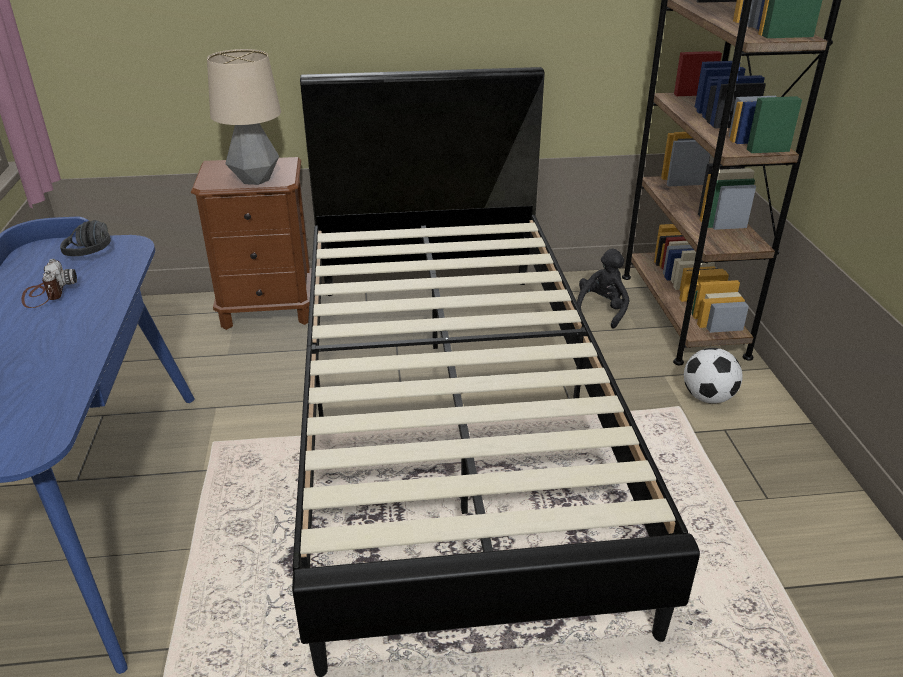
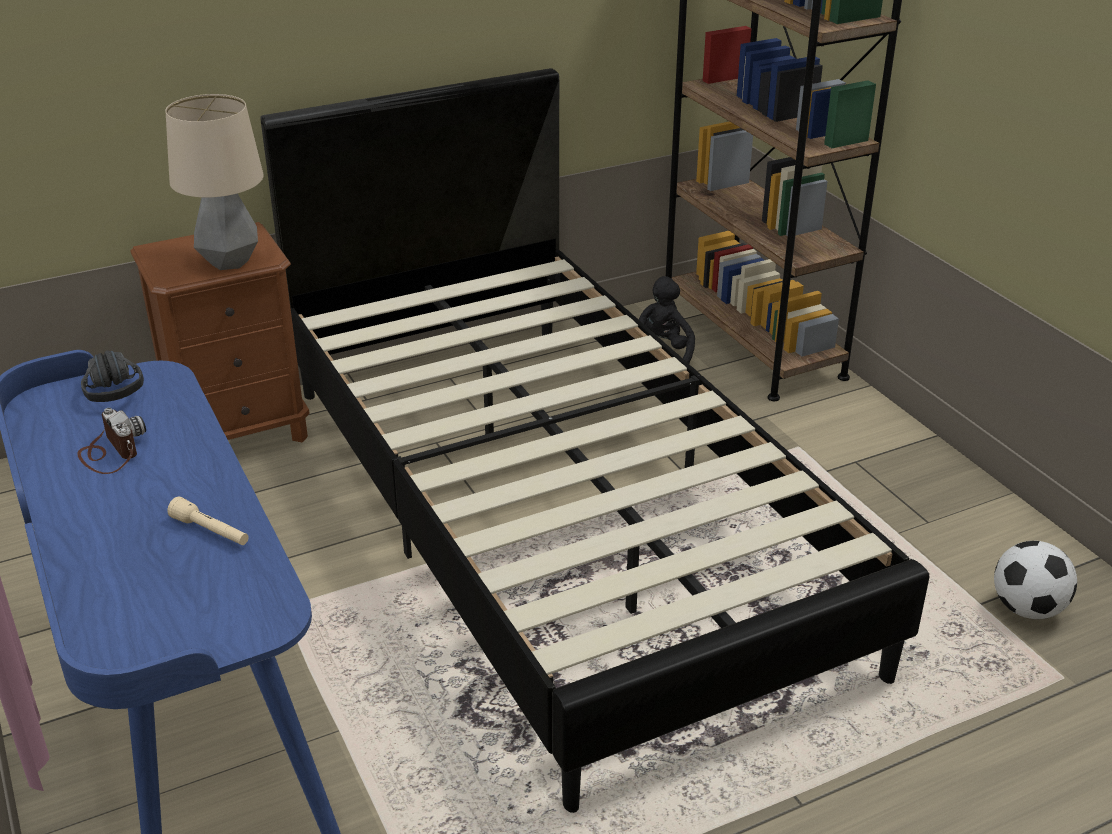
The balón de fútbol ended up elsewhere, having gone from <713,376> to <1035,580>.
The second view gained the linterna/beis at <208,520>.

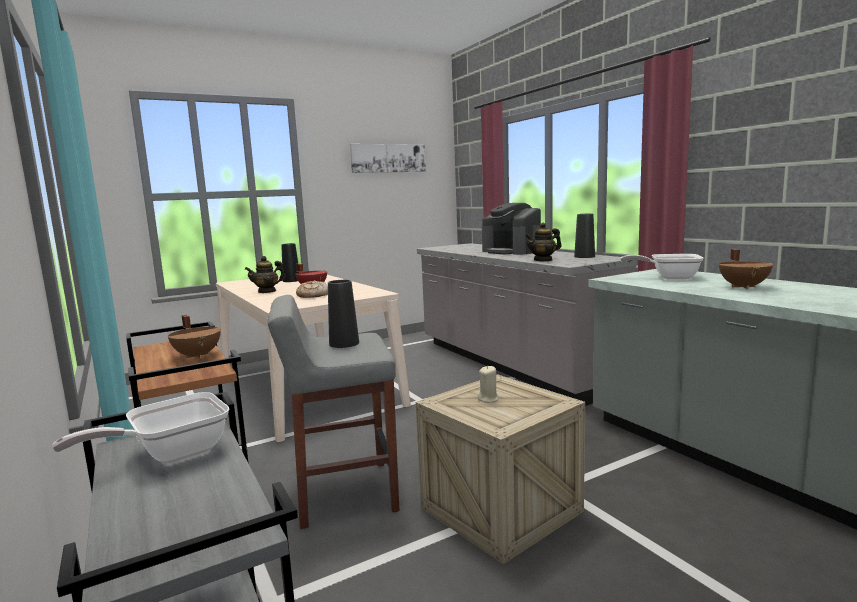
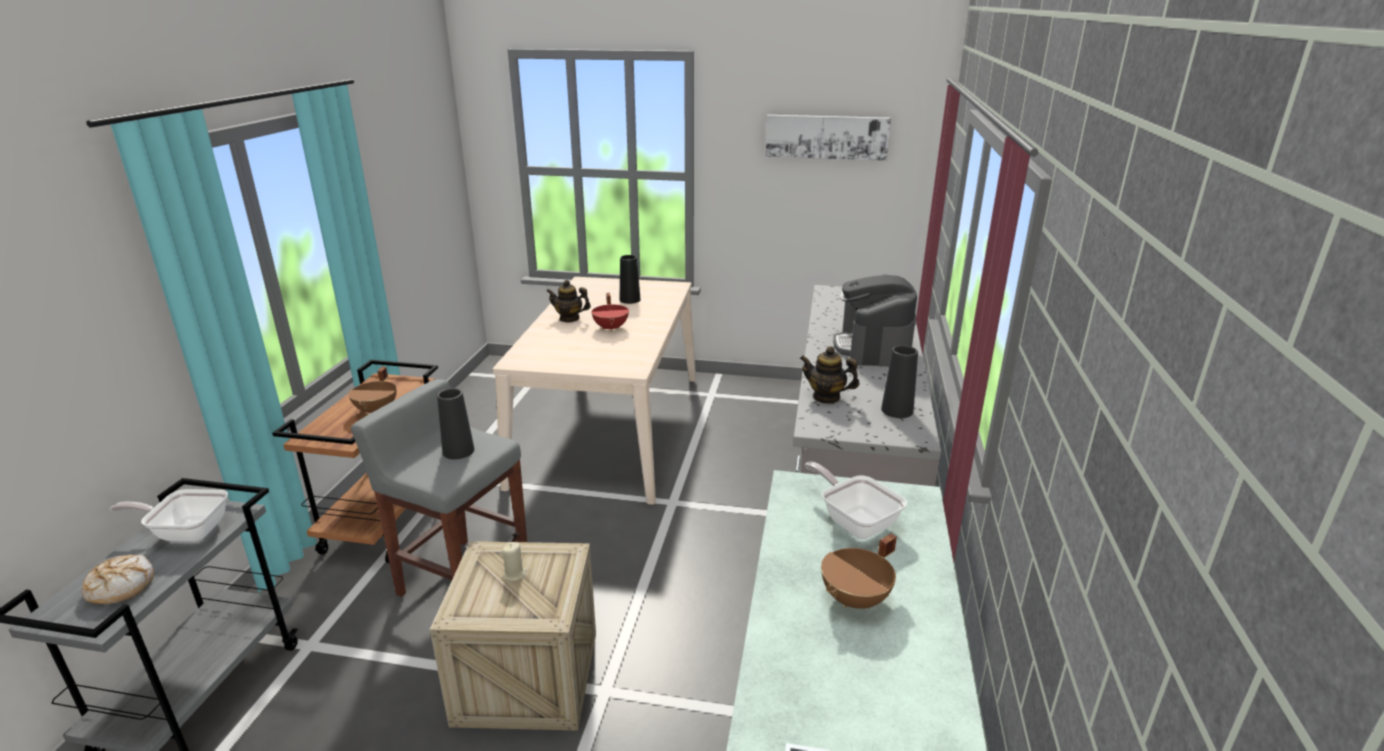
The pan ended up elsewhere, having gone from <312,289> to <118,579>.

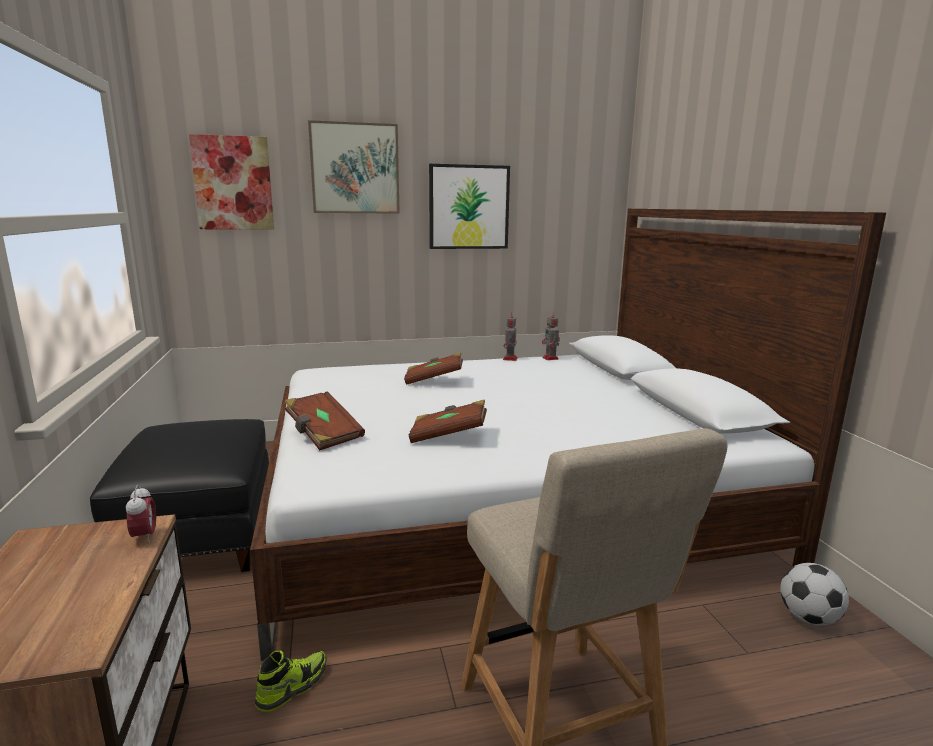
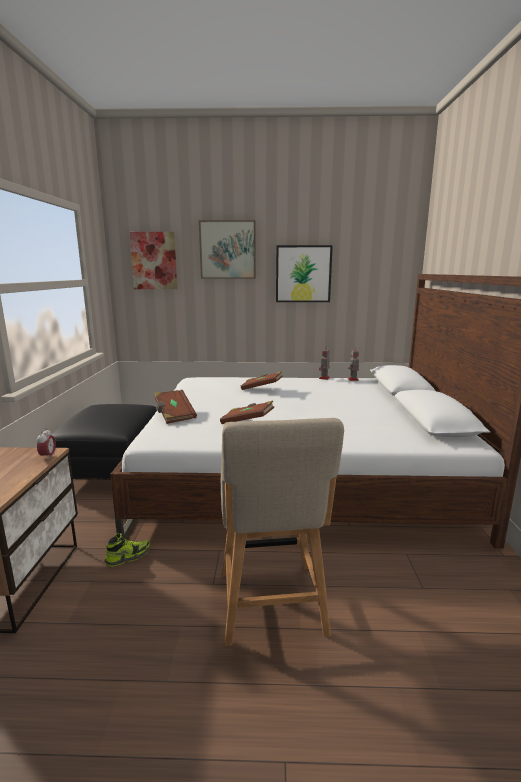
The second view lost the balón de fútbol at <814,594>.

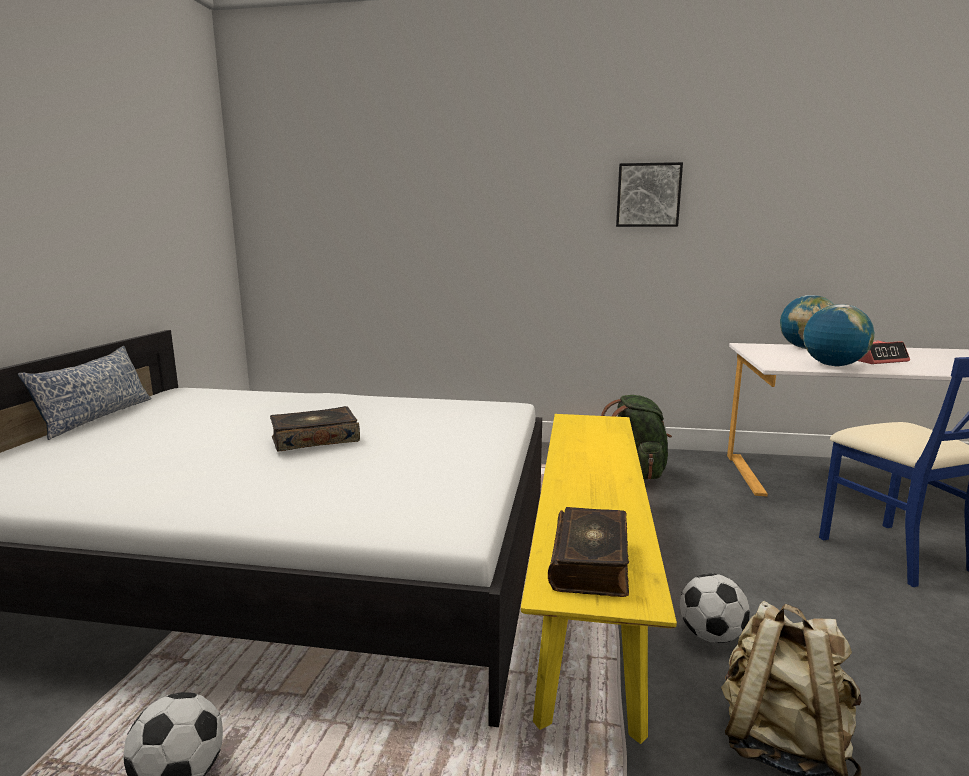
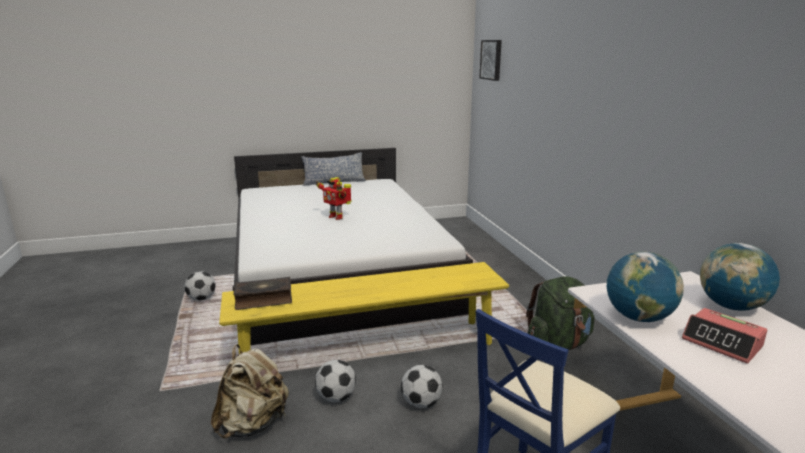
Where the libro stood at <315,428>, the robot de juguete came to stand at <333,198>.
The cuadro ended up elsewhere, having gone from <649,194> to <490,60>.
The second view gained the balón de fútbol at <421,386>.

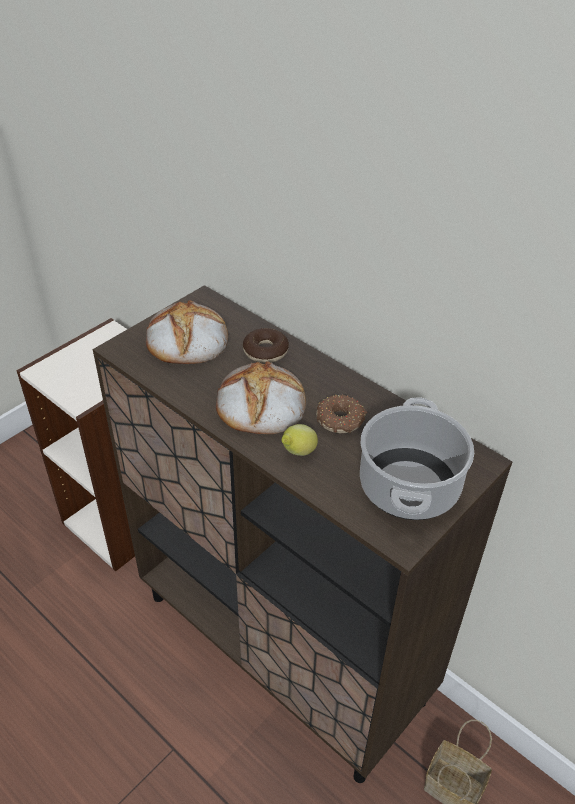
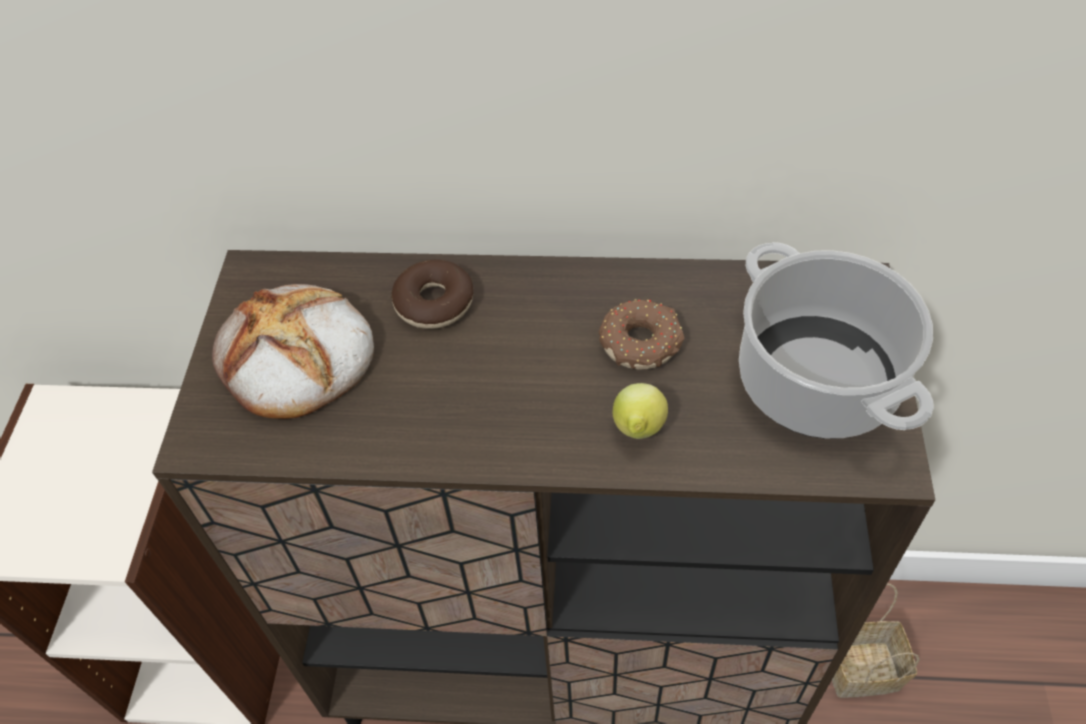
The second view lost the pan at <261,397>.

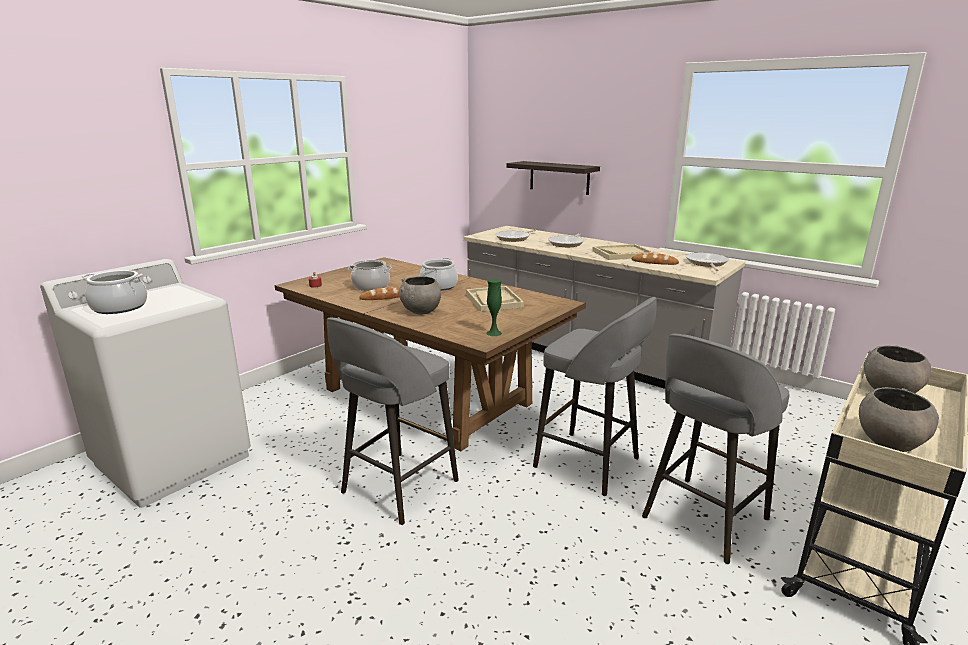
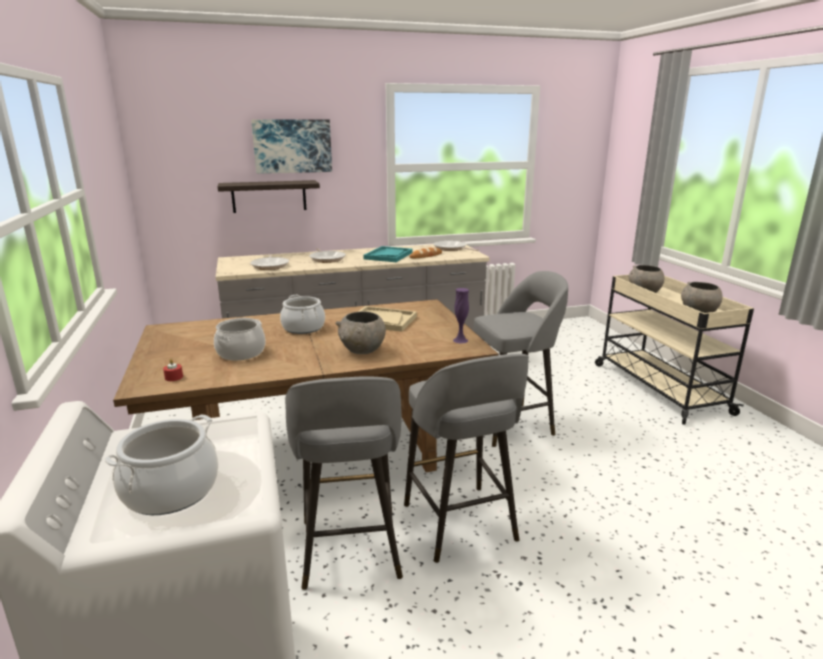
The second view lost the pan at <379,293>.
What was the florero/verde at <494,307> turned into the florero/morado at <461,315>.
What was the bandeja/beis at <623,252> turned into the bandeja/turquesa at <387,254>.
The taburete/gris ended up elsewhere, having gone from <715,449> to <344,483>.
The second view gained the cuadro at <291,146>.

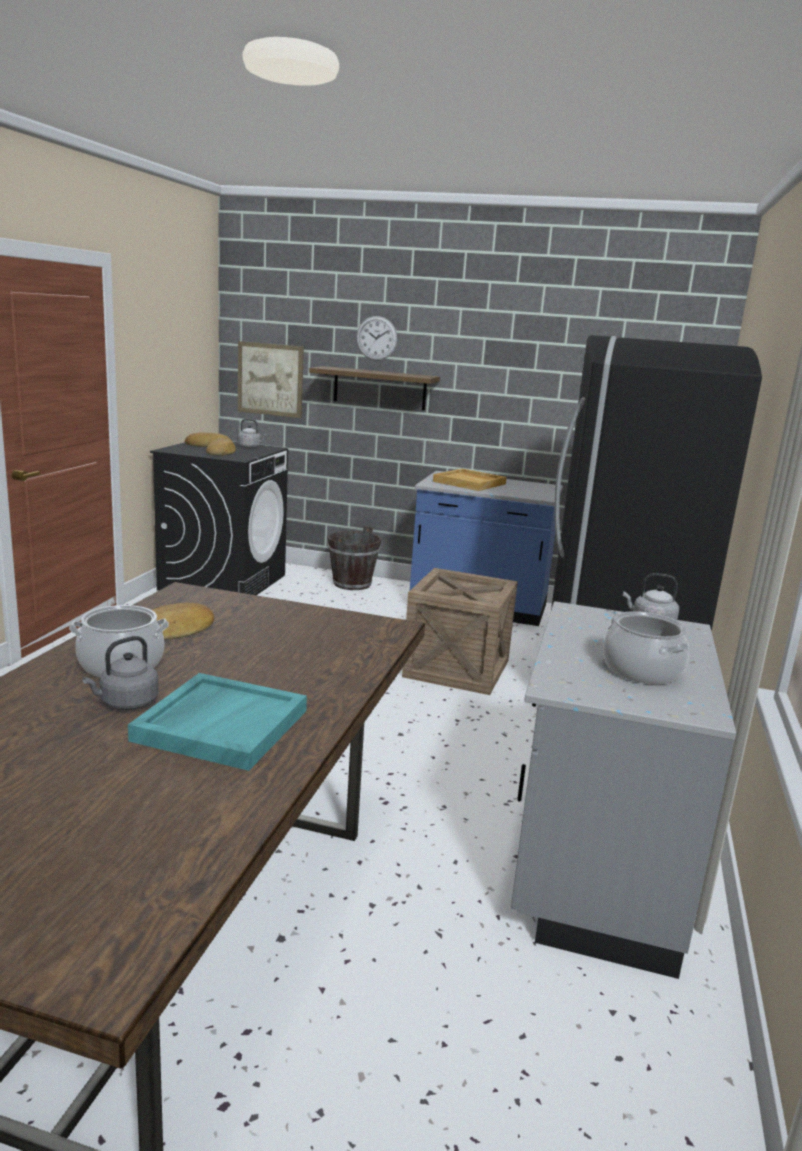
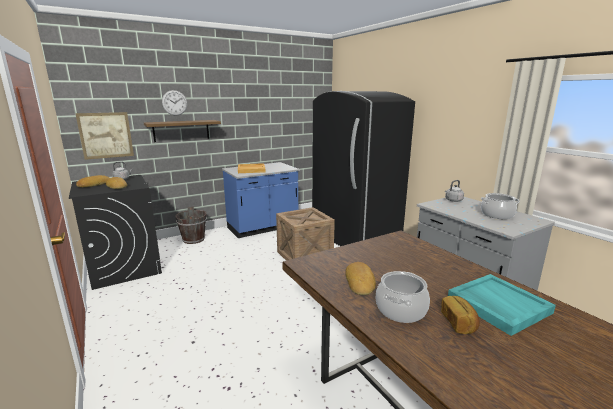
Where the hervidor/gris stood at <120,673>, the pan came to stand at <460,315>.

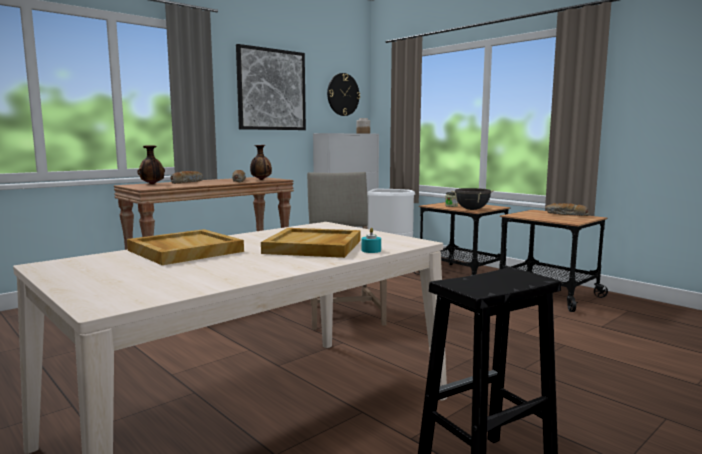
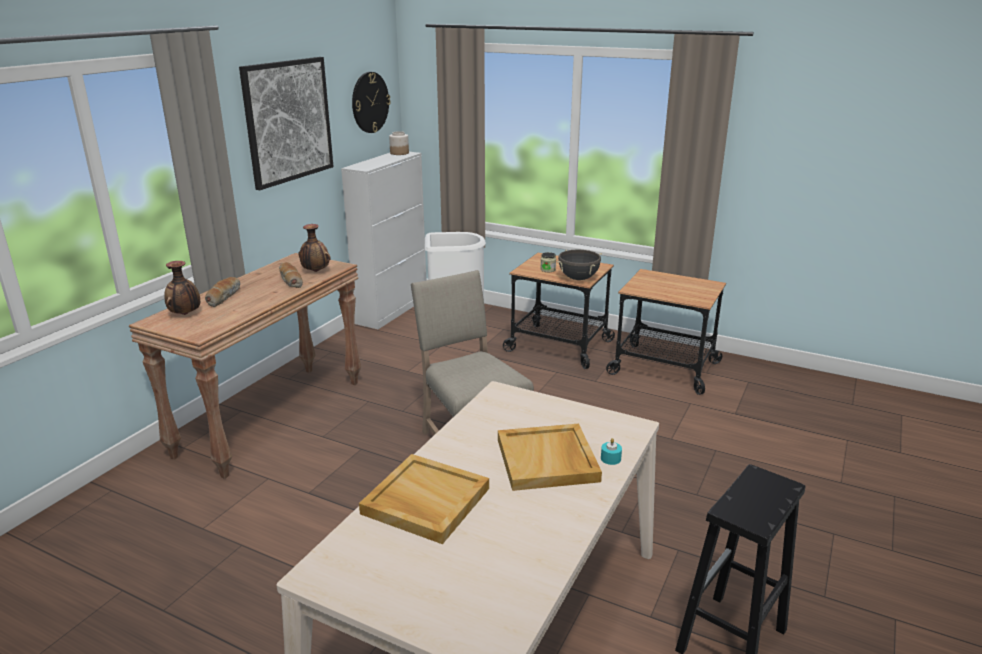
The second view lost the pan at <567,209>.

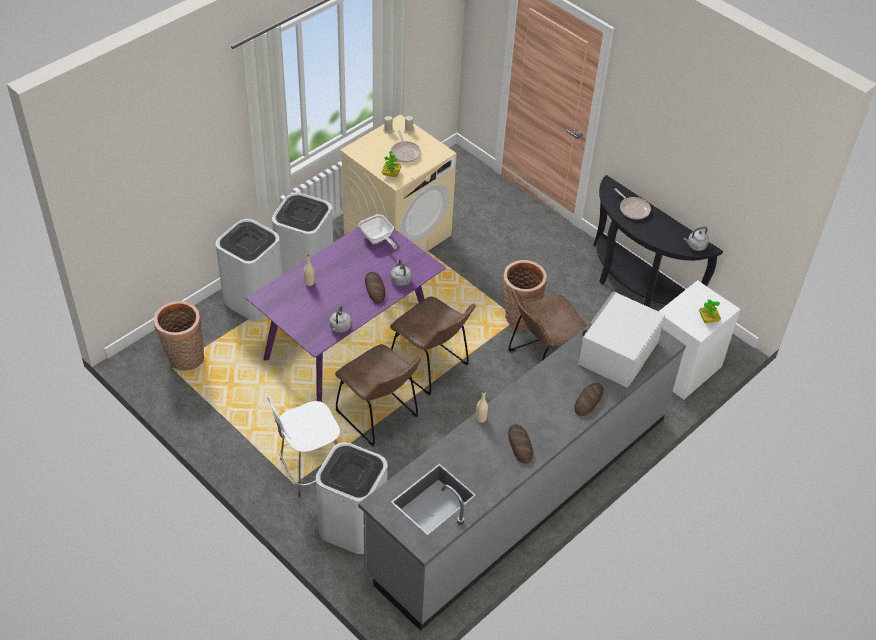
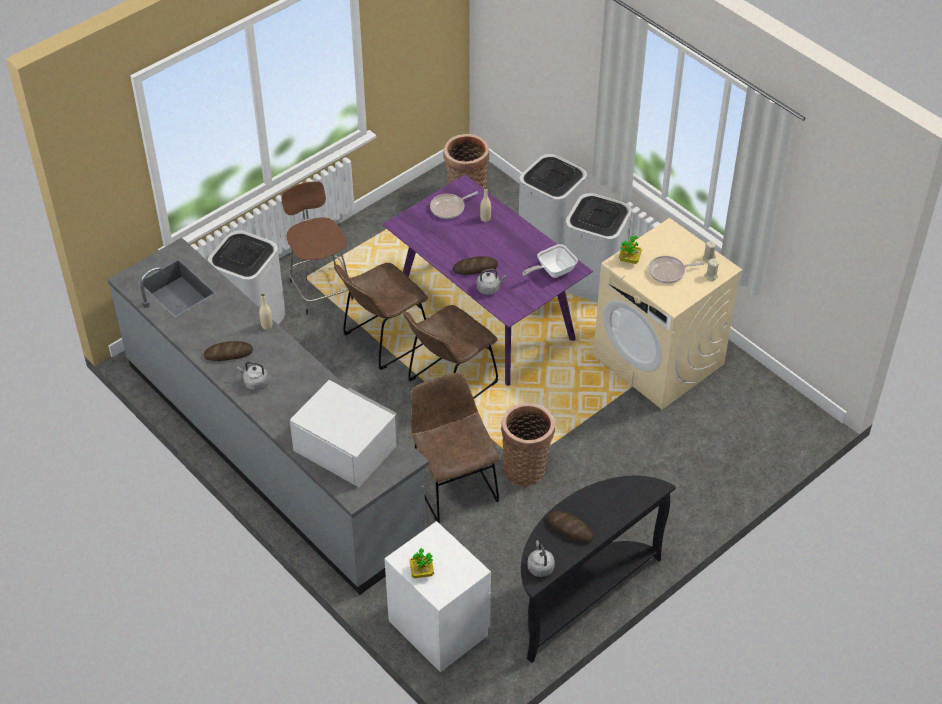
What was the taburete/blanco at <303,446> turned into the taburete/marrón at <317,247>.
The hervidor/gris ended up elsewhere, having gone from <340,319> to <253,376>.
The pan ended up elsewhere, having gone from <589,399> to <570,527>.
The sartén ended up elsewhere, having gone from <632,204> to <454,205>.

